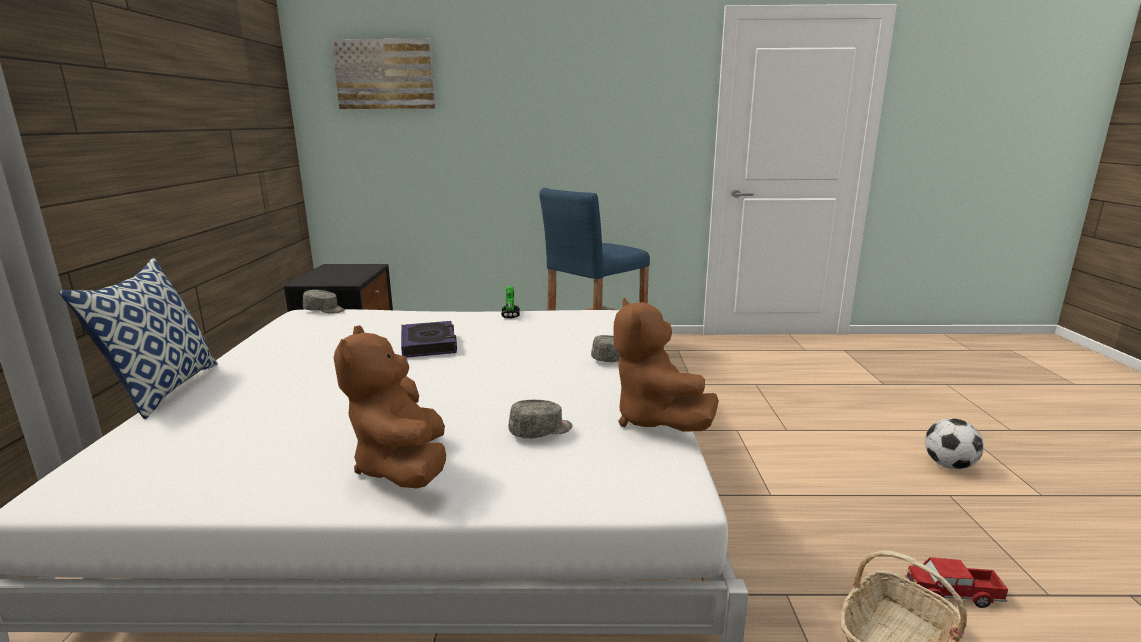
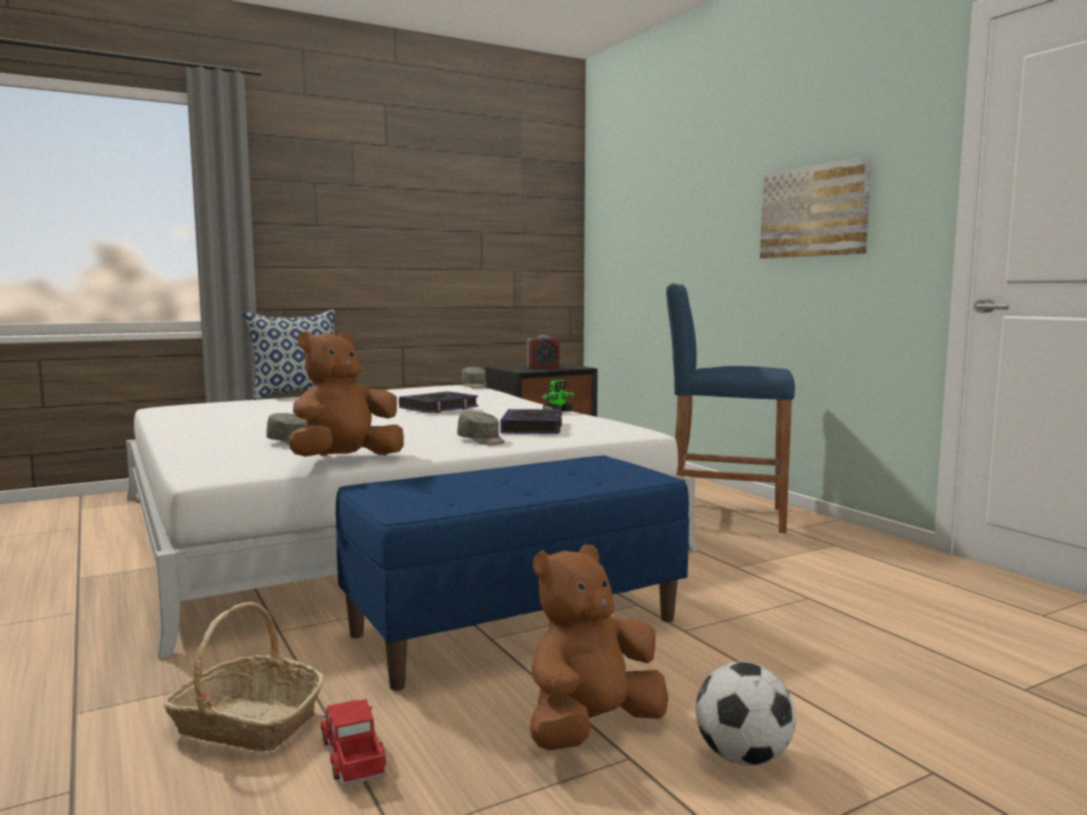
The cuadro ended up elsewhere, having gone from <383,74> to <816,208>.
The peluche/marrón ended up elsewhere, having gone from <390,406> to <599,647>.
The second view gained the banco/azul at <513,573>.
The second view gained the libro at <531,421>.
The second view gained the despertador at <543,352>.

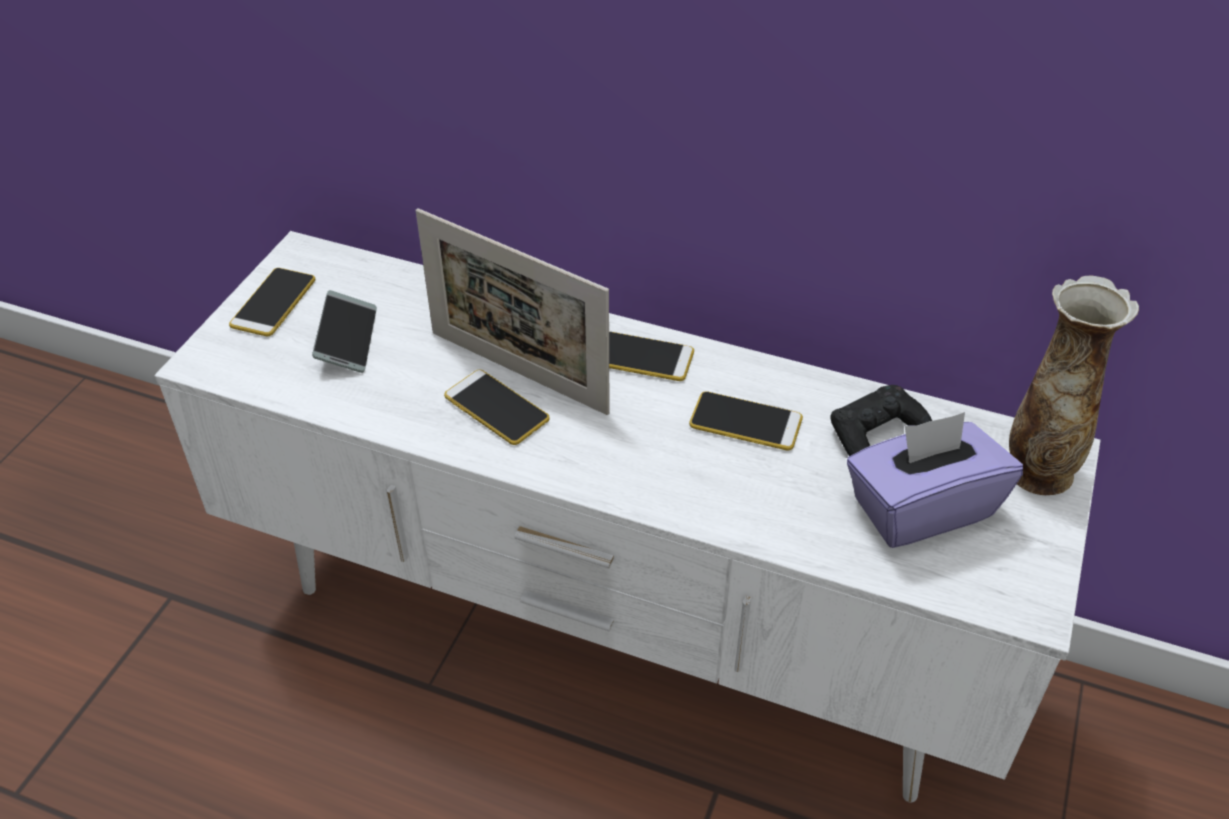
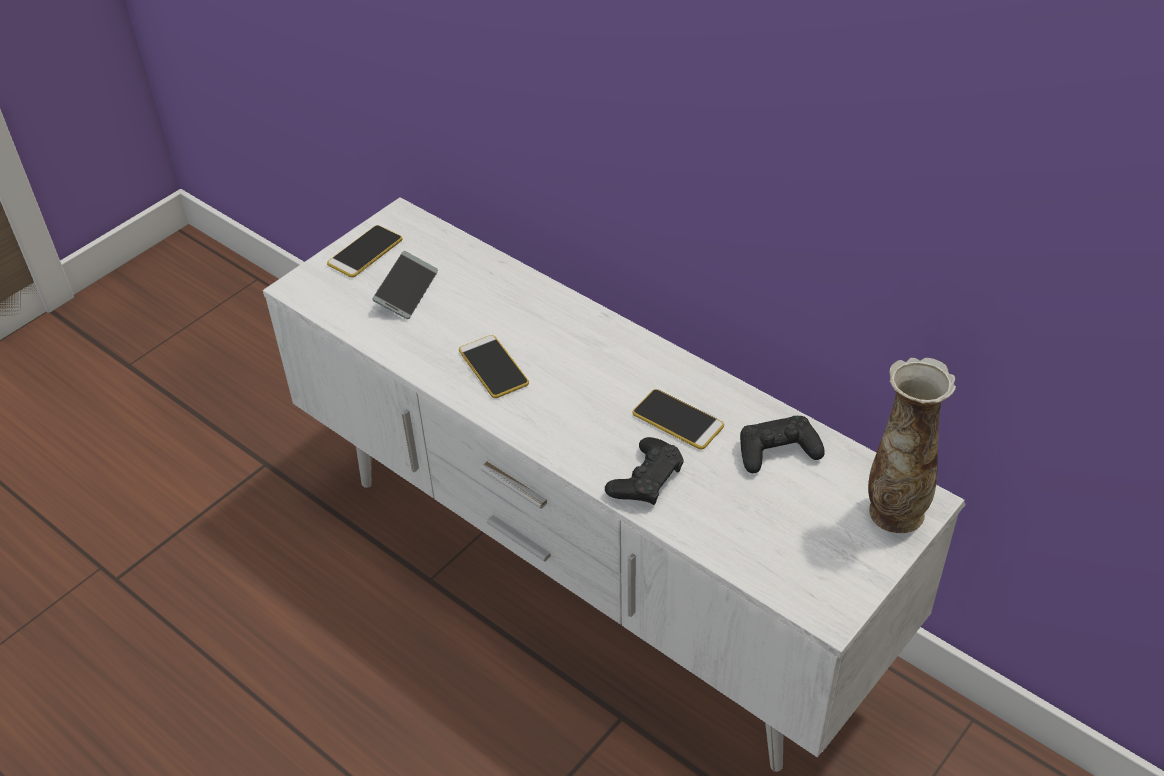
The second view lost the portarretratos at <512,311>.
The second view lost the móvil at <651,356>.
The second view lost the caja de pañuelos/morado at <935,480>.
The second view gained the mando de consola/negro at <644,471>.

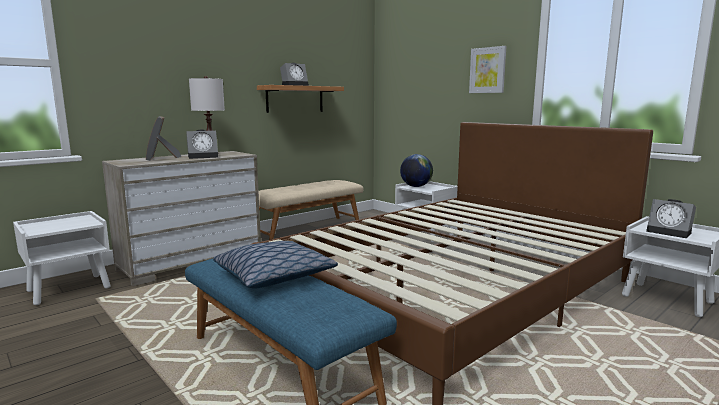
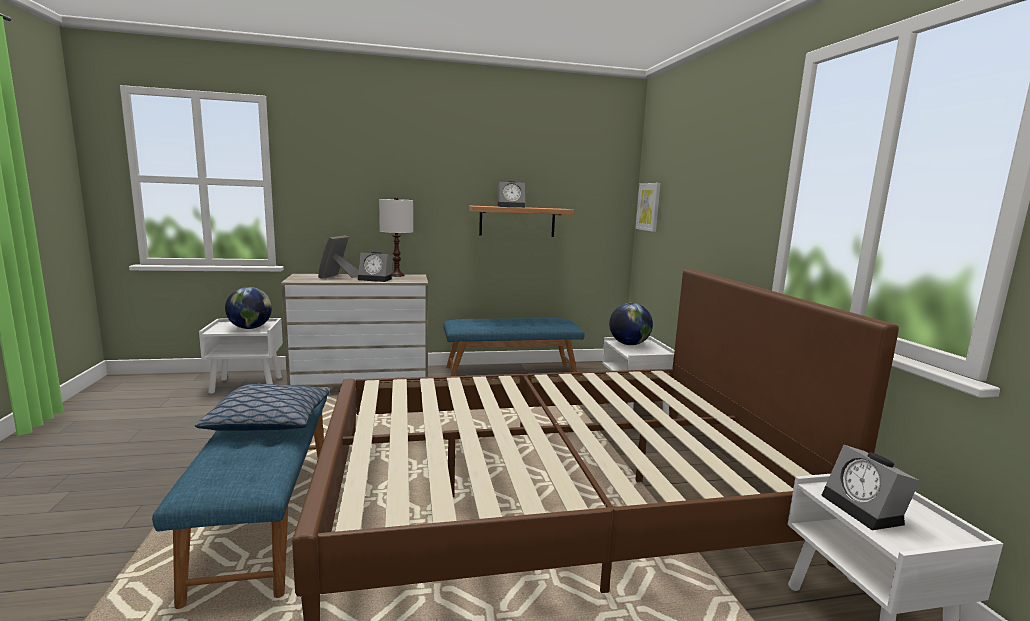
What was the banco/beis at <310,210> turned into the banco/azul at <514,347>.
The cuadro ended up elsewhere, having gone from <487,69> to <648,207>.
The second view gained the globo terráqueo at <248,308>.

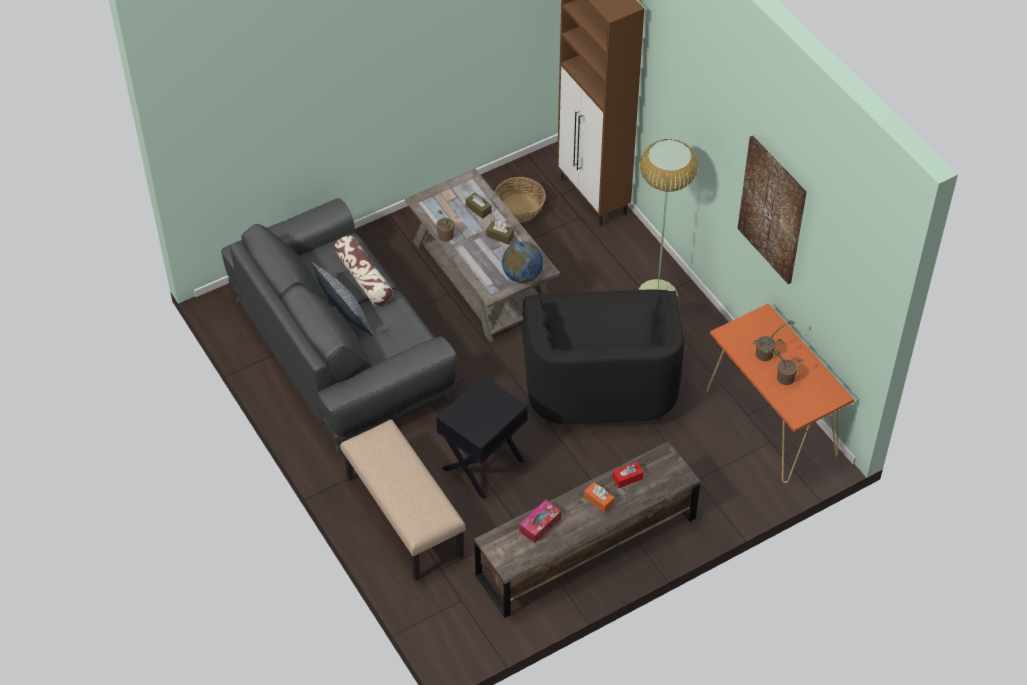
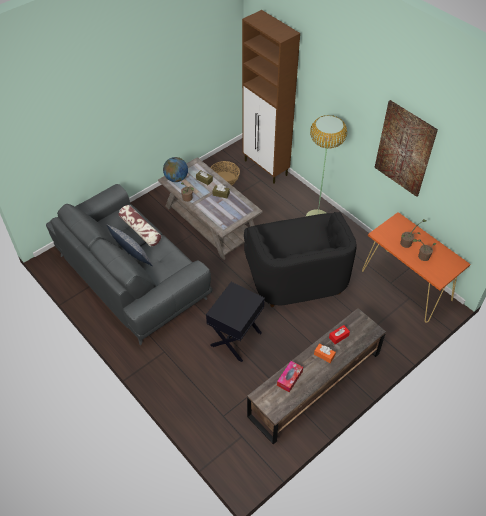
The second view lost the banco/beis at <403,500>.
The globo terráqueo ended up elsewhere, having gone from <523,262> to <175,169>.

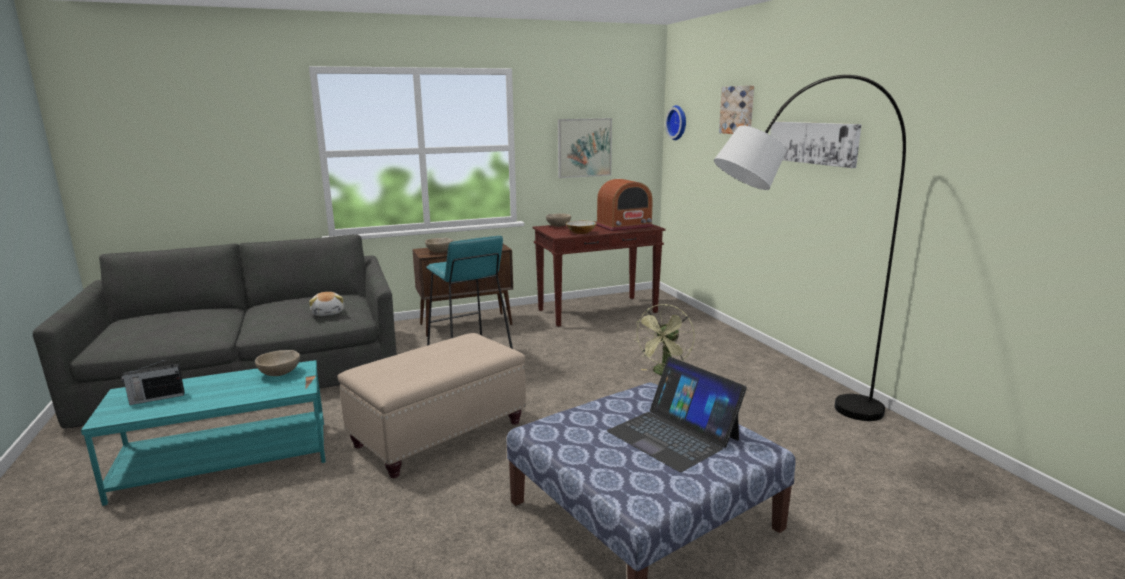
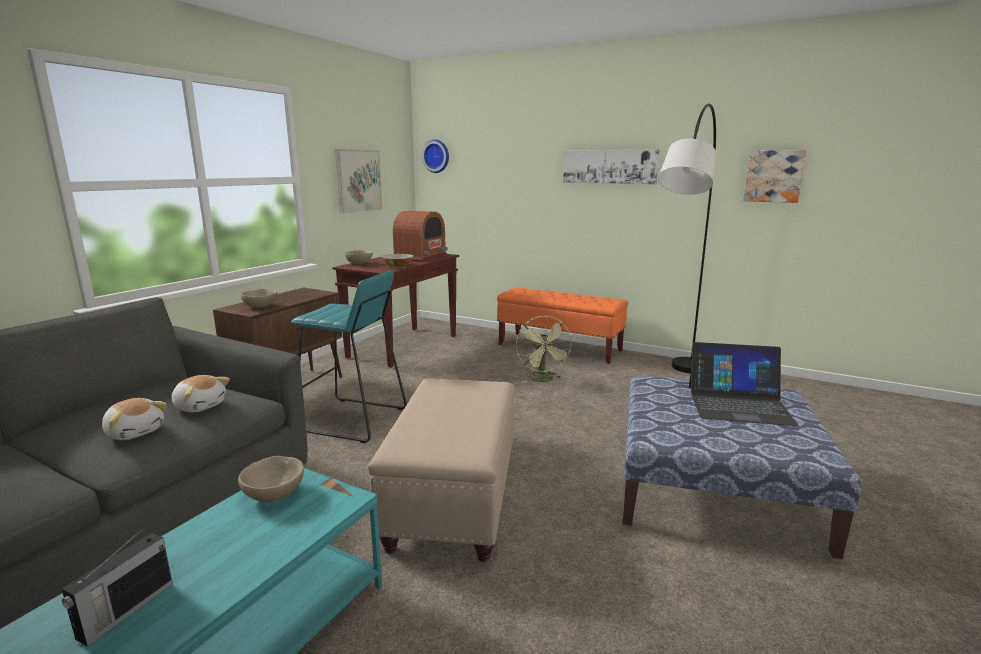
The cuadro ended up elsewhere, having gone from <736,109> to <774,176>.
The second view gained the peluche at <134,419>.
The second view gained the banco/naranja at <562,325>.

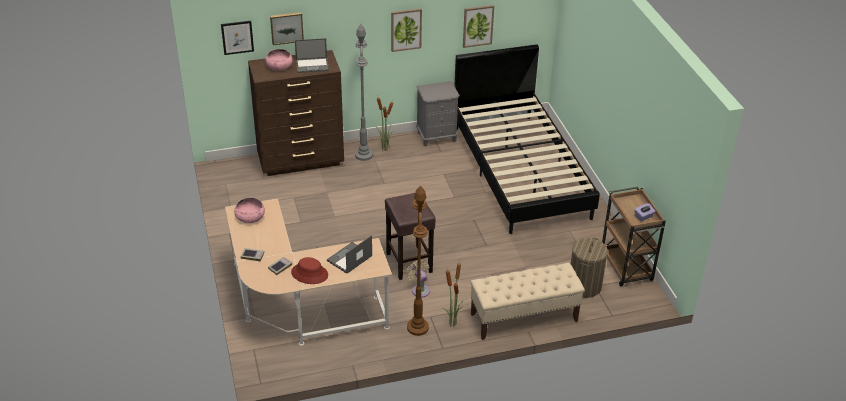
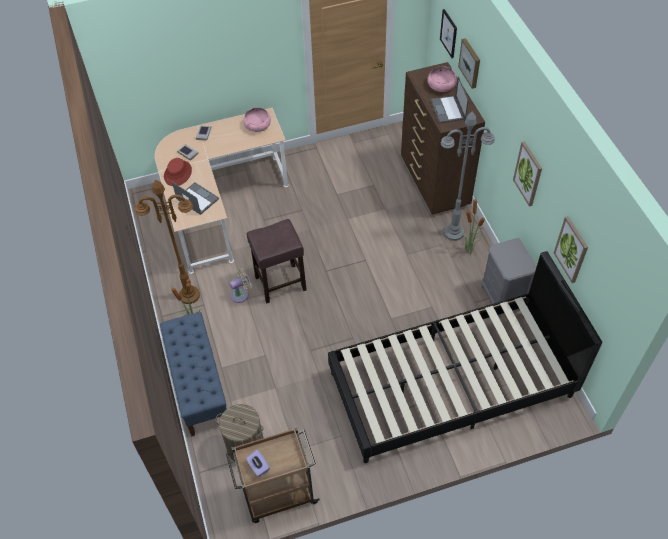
What was the banco/beis at <528,301> turned into the banco/azul at <193,374>.

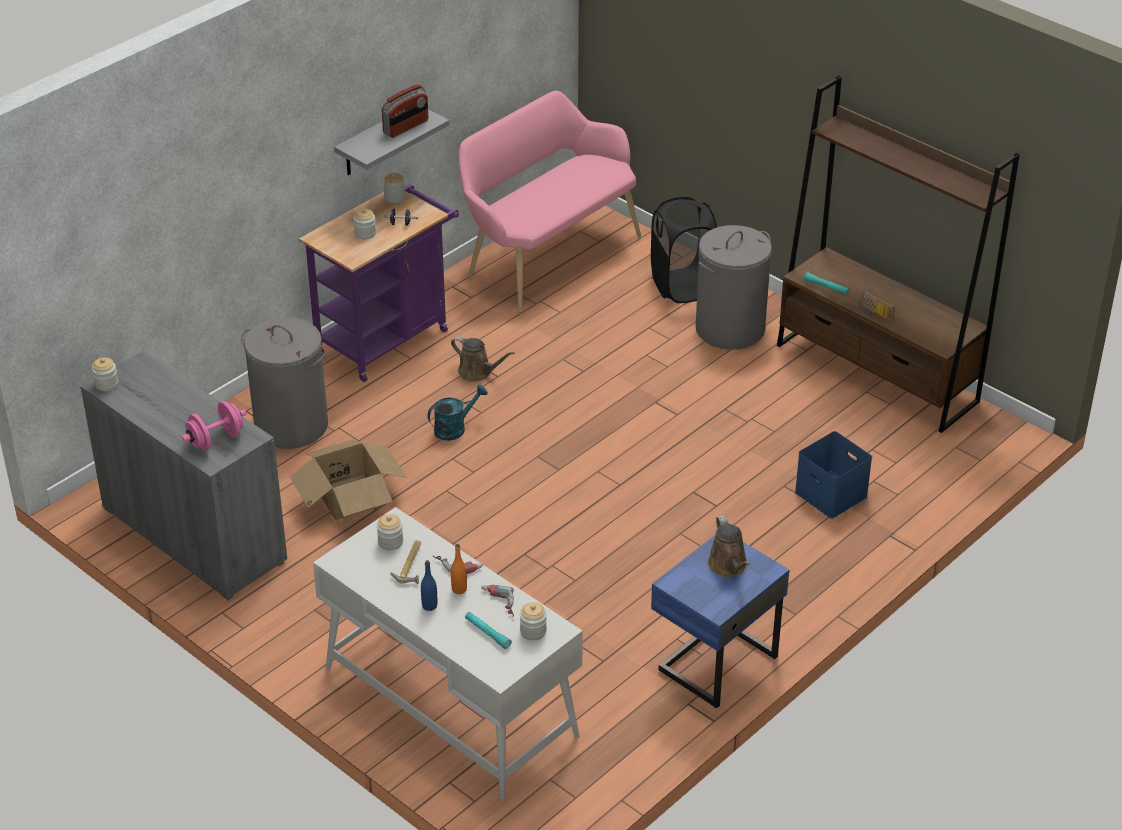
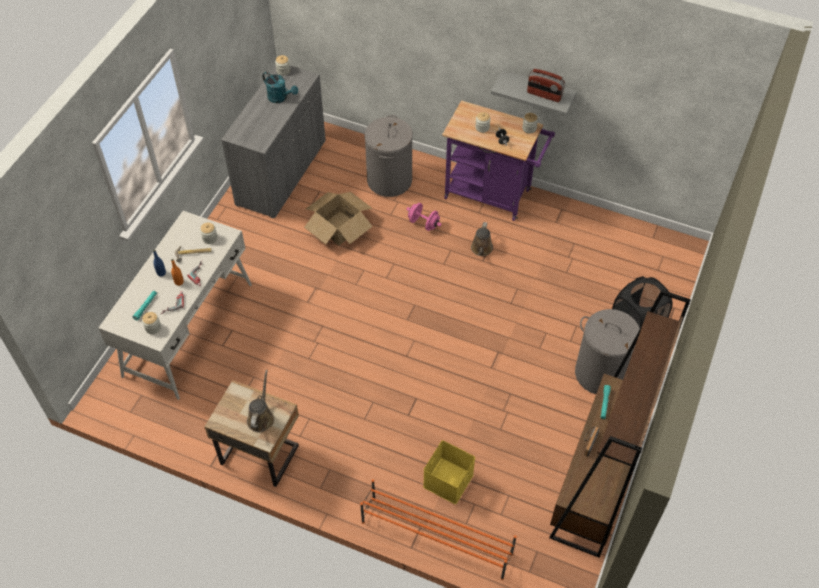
The mancuerna/rosa ended up elsewhere, having gone from <214,425> to <424,217>.
The regadera/turquesa ended up elsewhere, having gone from <458,412> to <280,87>.
The second view lost the banco/rosa at <549,202>.
What was the mesita de noche/azul at <720,621> turned into the mesita de noche/beis at <251,433>.
The regadera/marrón at <728,546> ended up facing another way, 135 degrees clockwise from before.
What was the caja de almacenaje/azul at <833,475> turned into the caja de almacenaje/amarillo at <449,472>.
The second view gained the zapatero/naranja at <438,529>.

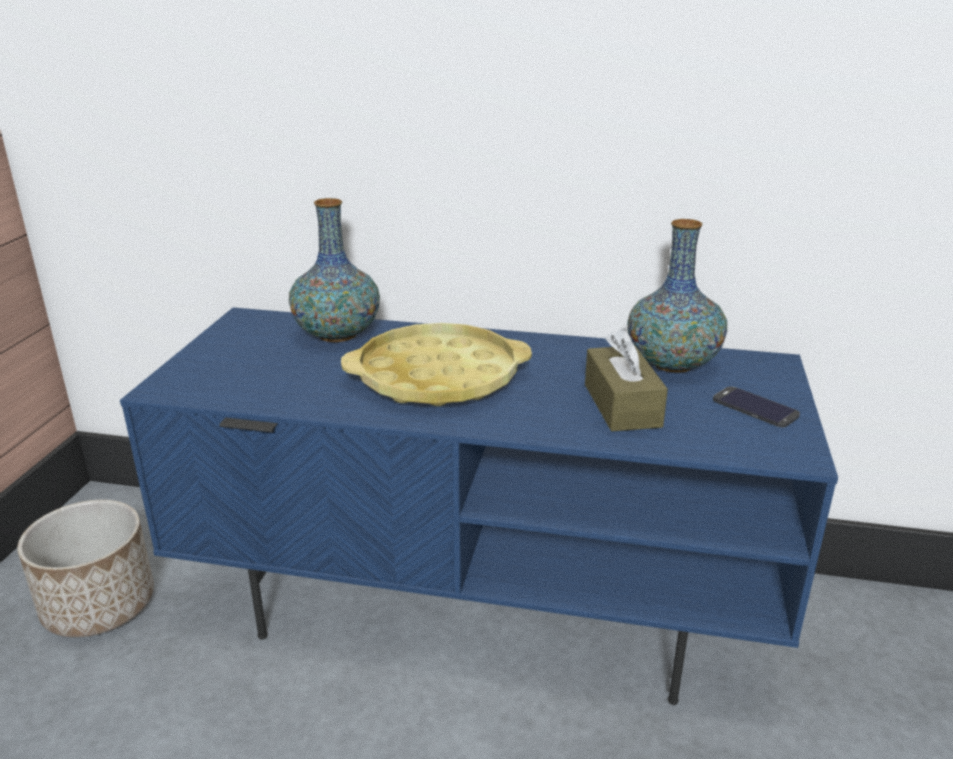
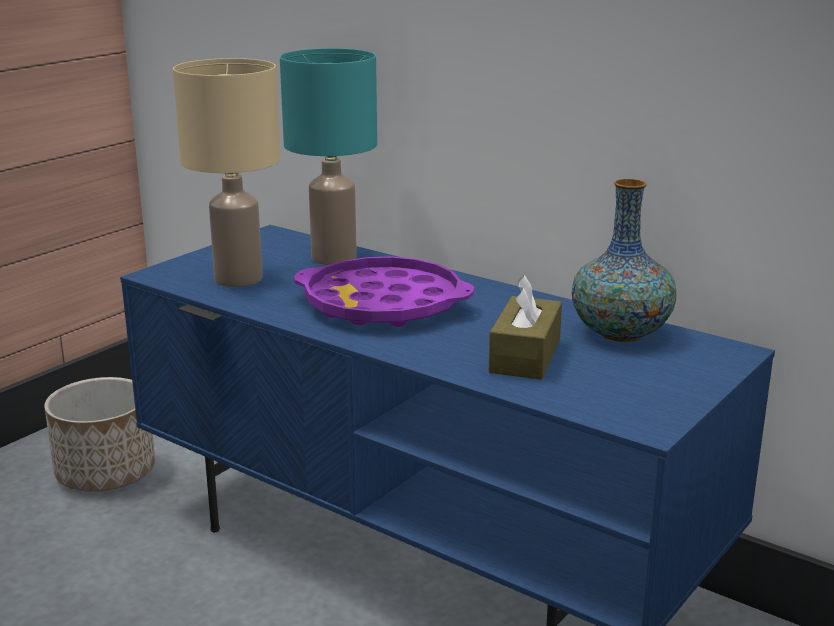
Where the florero stood at <334,270>, the lámpara de mesa/turquesa came to stand at <328,156>.
What was the bandeja/amarillo at <436,364> turned into the bandeja/morado at <384,292>.
The second view lost the móvil at <756,406>.
The second view gained the lámpara de mesa/beis at <226,172>.

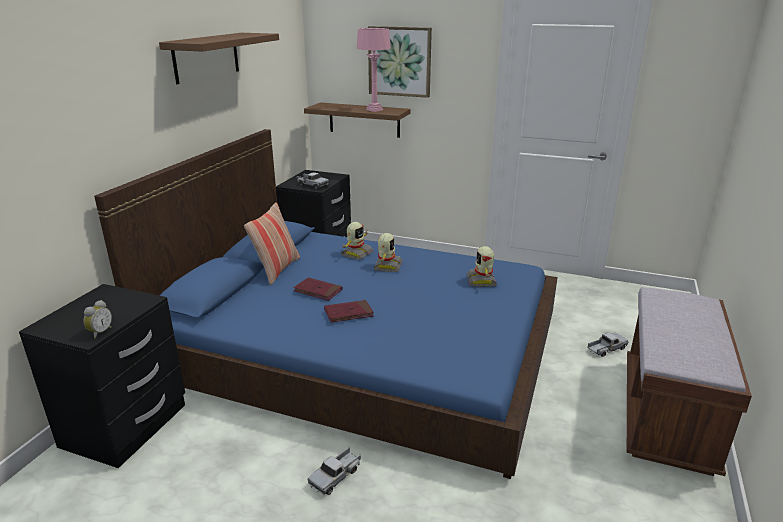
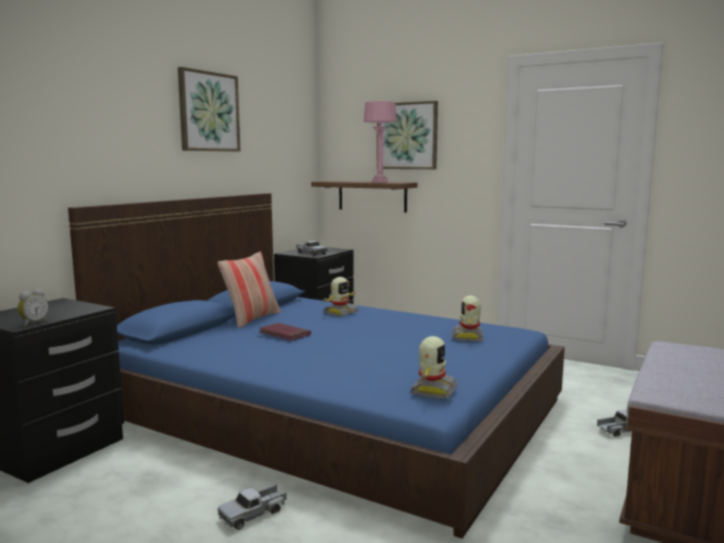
Where the estante/marrón hung at <219,58>, the cuadro came to hang at <209,109>.
The second view lost the libro/rojo at <349,311>.
The robot de juguete ended up elsewhere, having gone from <388,252> to <434,367>.

